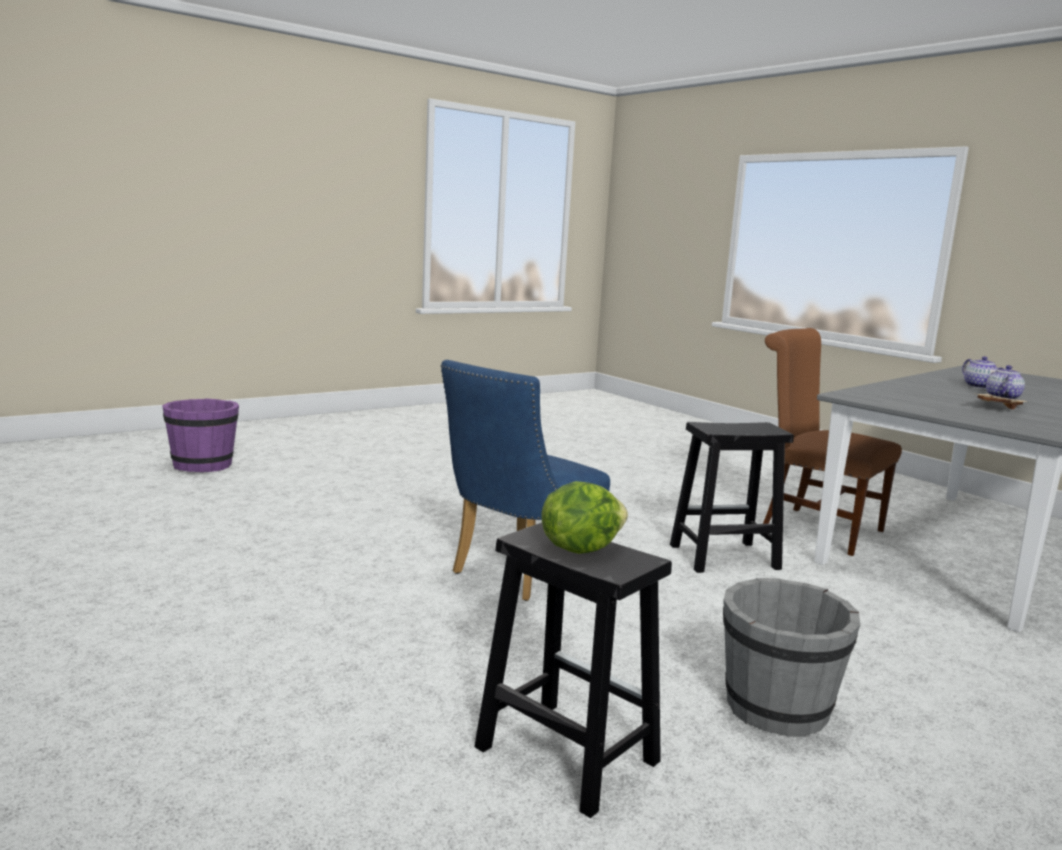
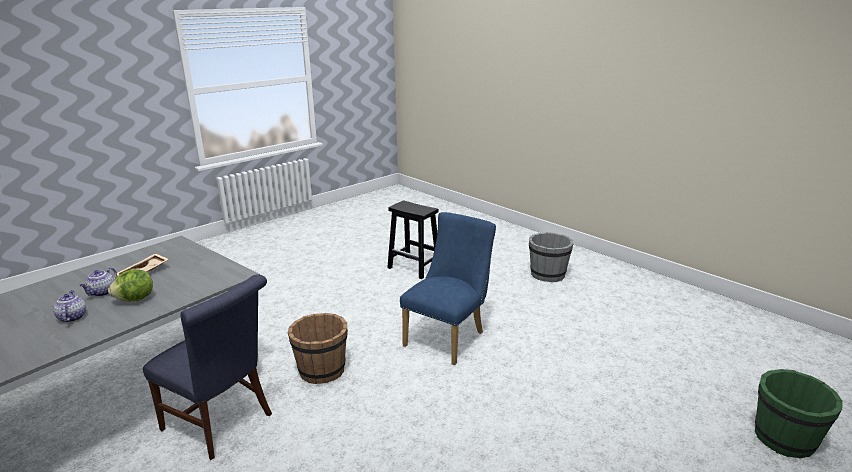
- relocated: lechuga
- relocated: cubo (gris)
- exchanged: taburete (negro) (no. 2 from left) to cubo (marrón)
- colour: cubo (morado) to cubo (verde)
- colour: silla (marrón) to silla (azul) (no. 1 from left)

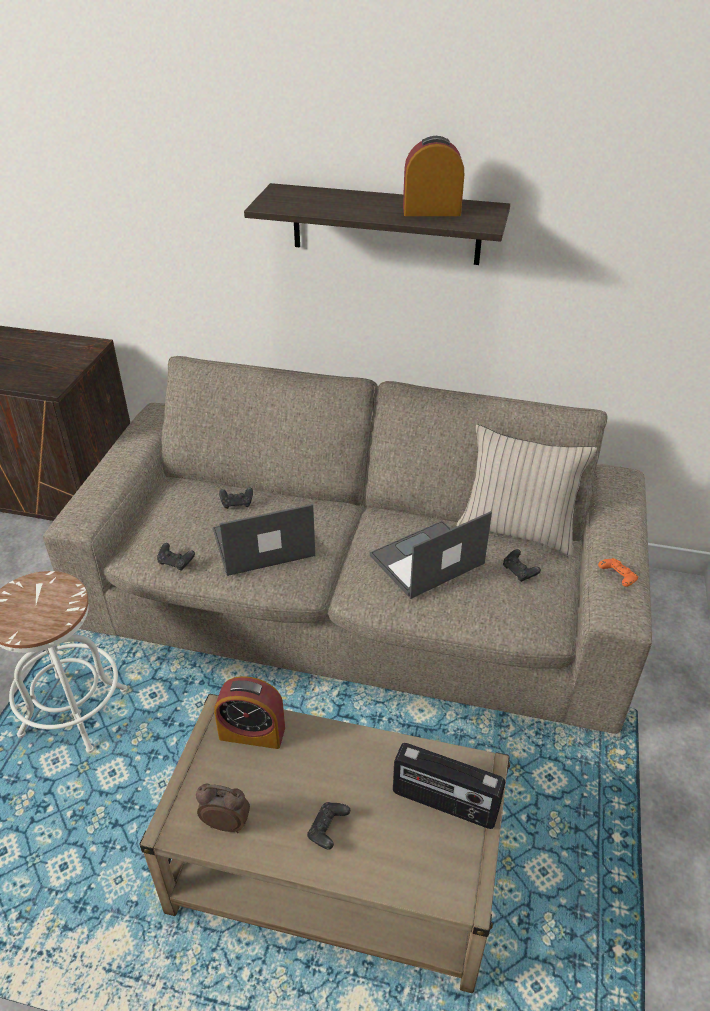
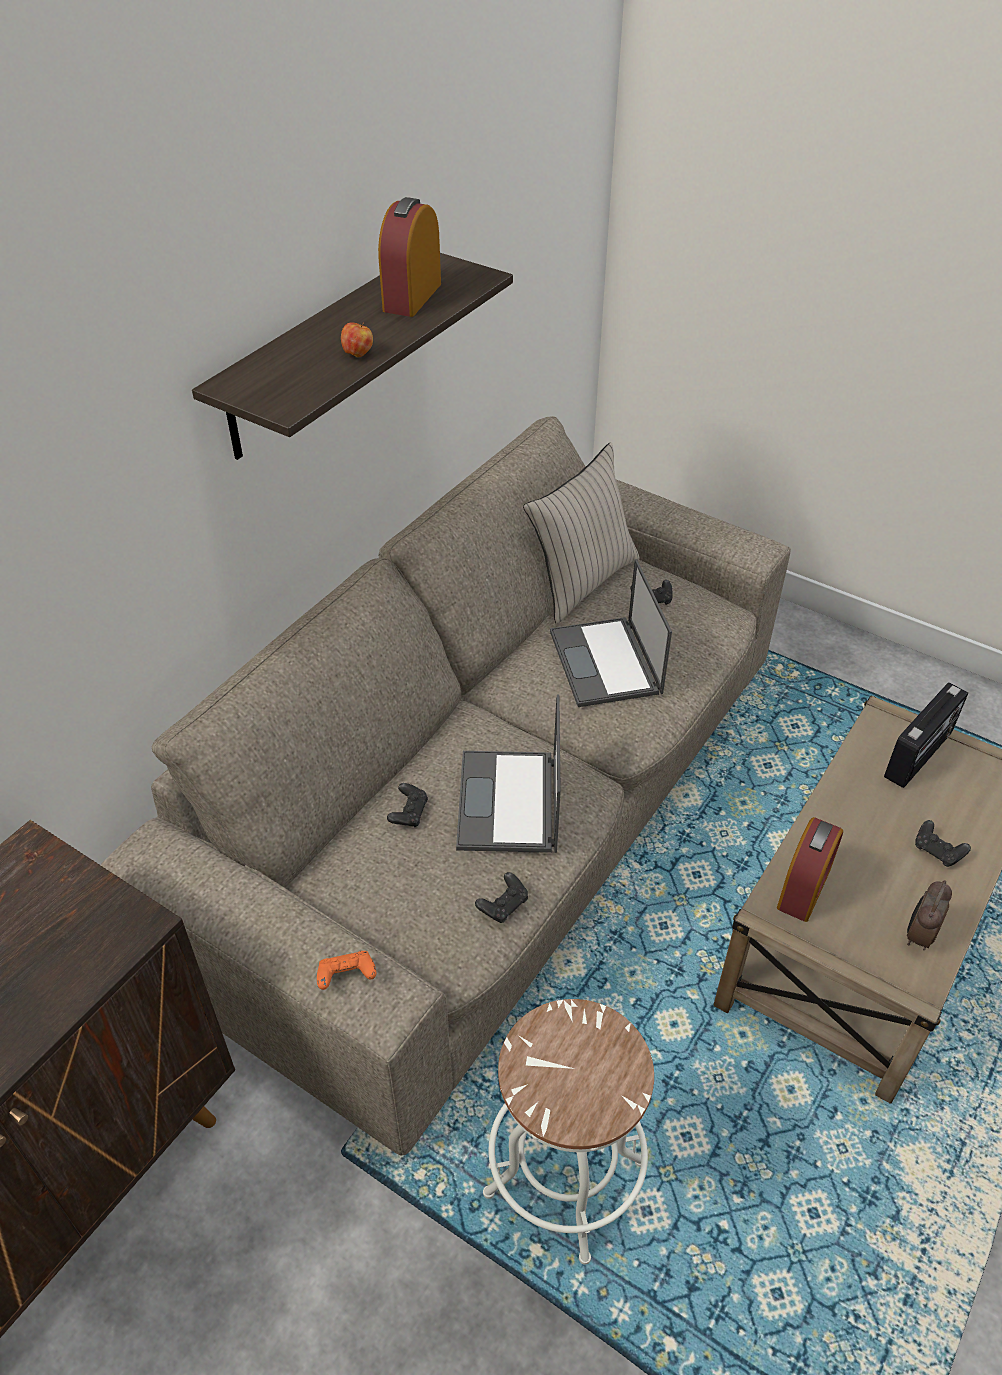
- appeared: manzana
- relocated: mando de consola (naranja)

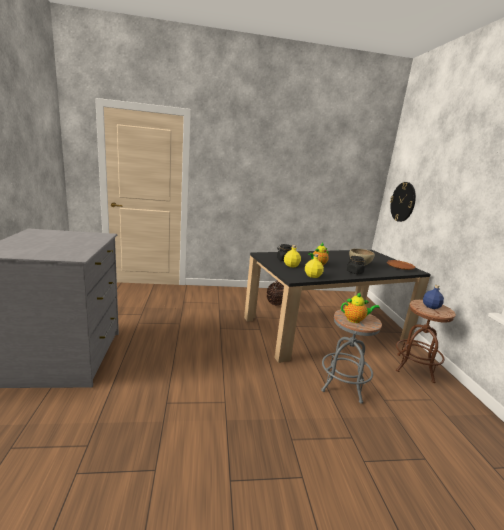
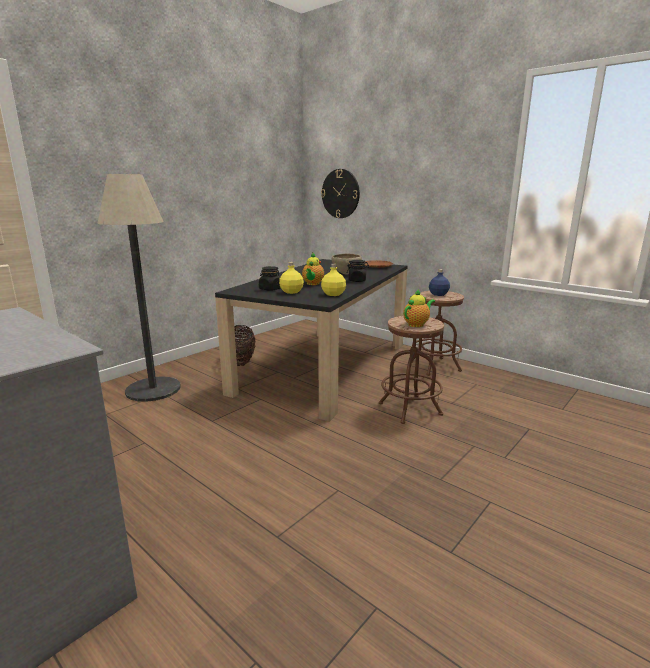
- appeared: lámpara de pie
- colour: taburete (gris) to taburete (marrón) (no. 1 from left)

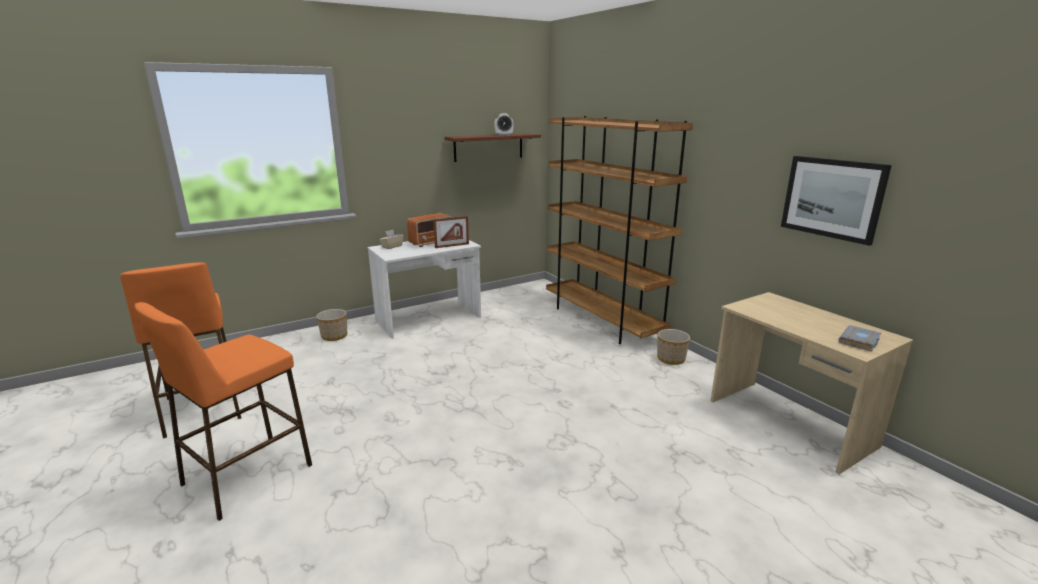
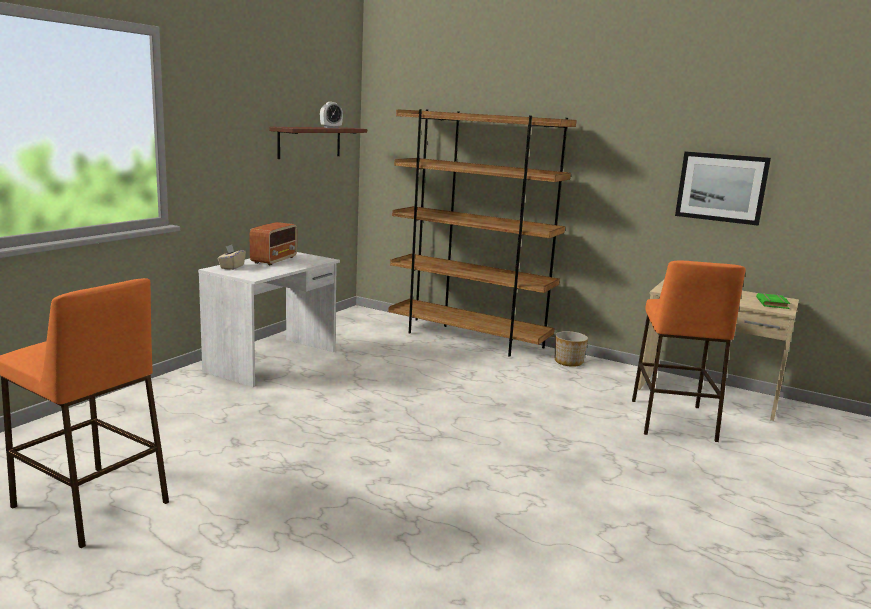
- missing: maceta (no. 1 from left)
- missing: portarretratos
- relocated: taburete (naranja) (no. 2 from left)
- colour: libro (gris) to libro (verde)

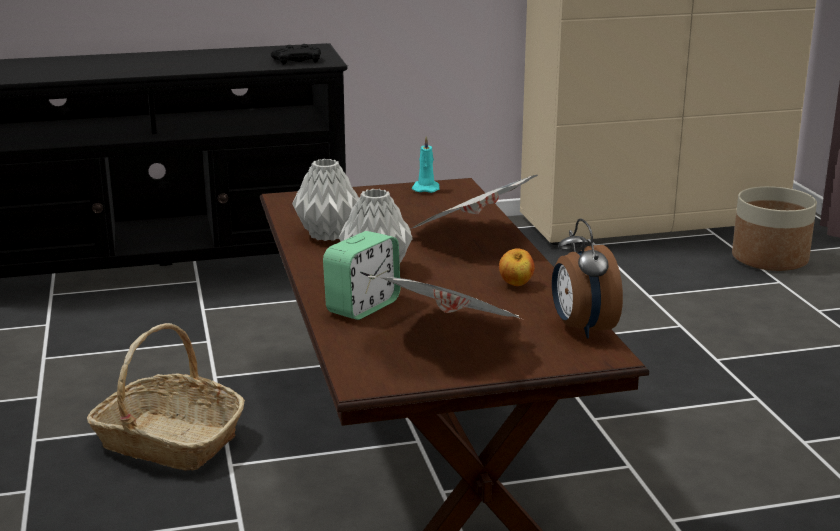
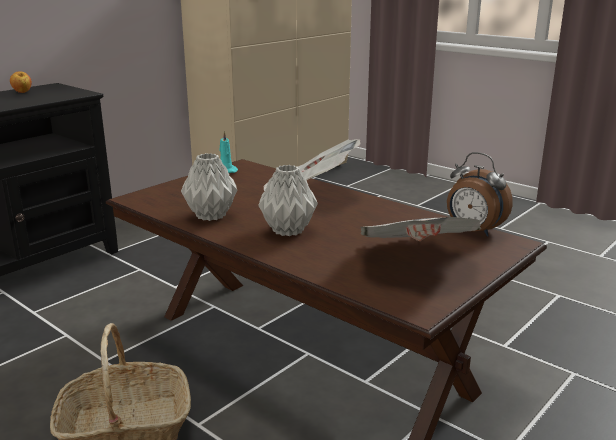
- missing: mando de consola (negro)
- missing: despertador (no. 1 from left)
- missing: maceta
- relocated: manzana

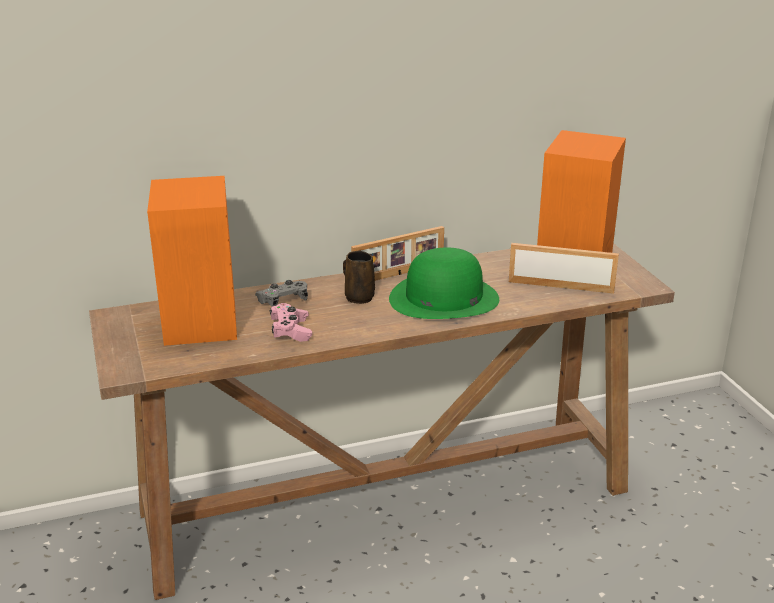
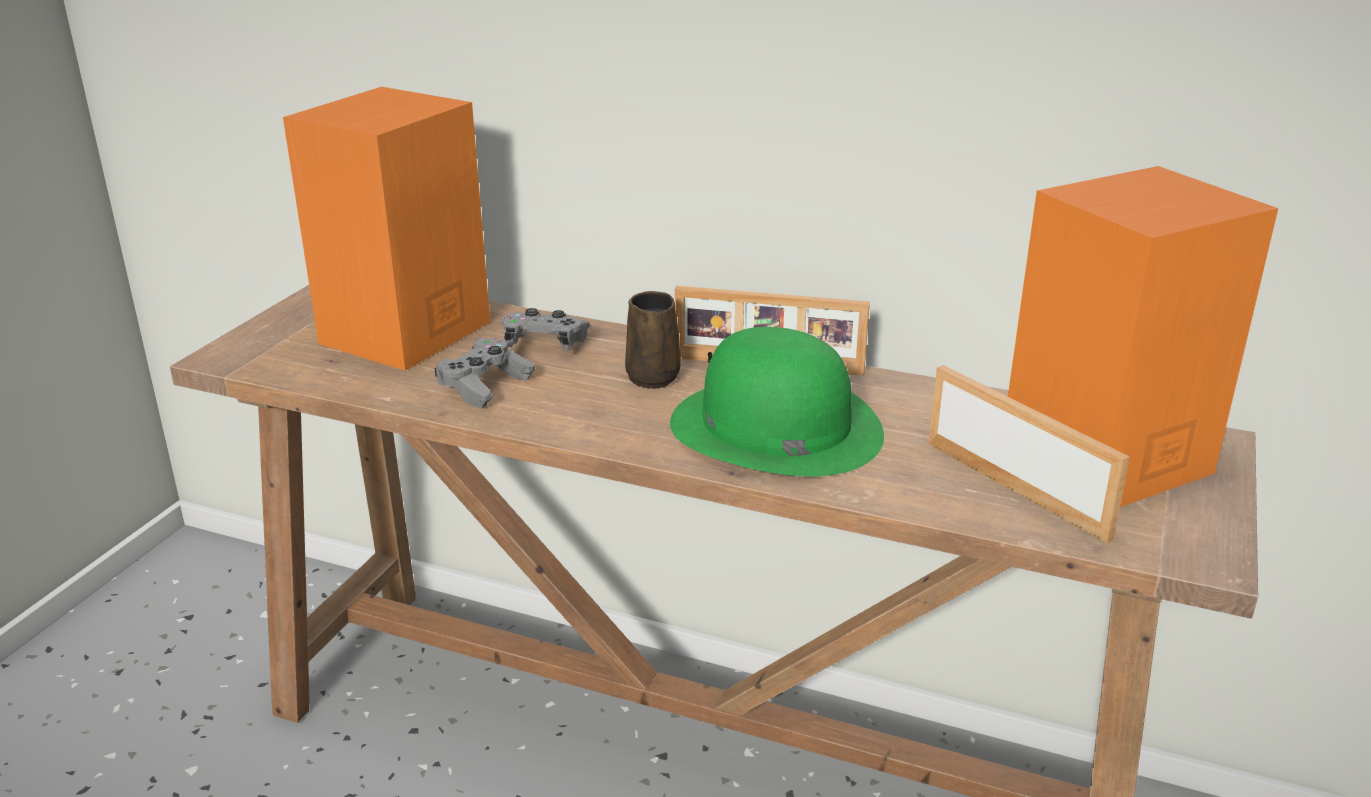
- colour: mando de consola (rosa) to mando de consola (gris) (no. 1 from left)

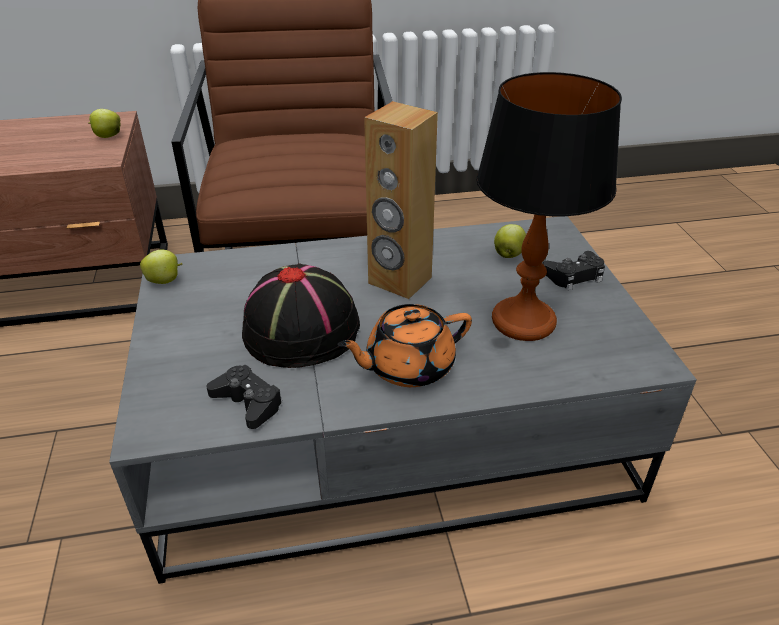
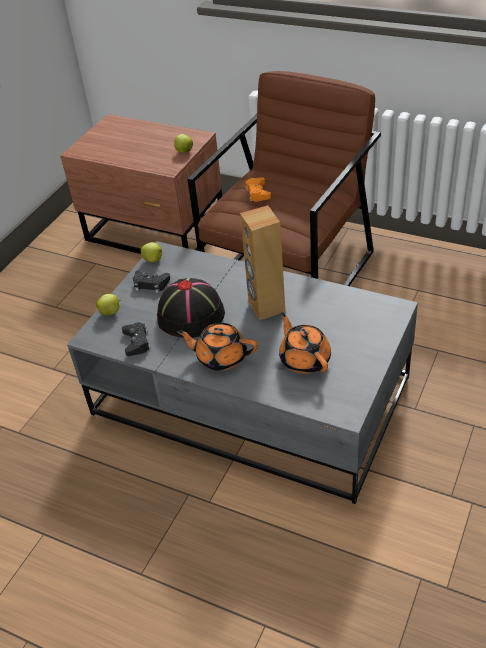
- appeared: mando de consola (naranja)
- relocated: manzana (no. 3 from left in the first image) to manzana (no. 1 from left)
- relocated: mando de consola (negro) (no. 2 from left)
- exchanged: lámpara de mesa to tetera (naranja) (no. 2 from left)

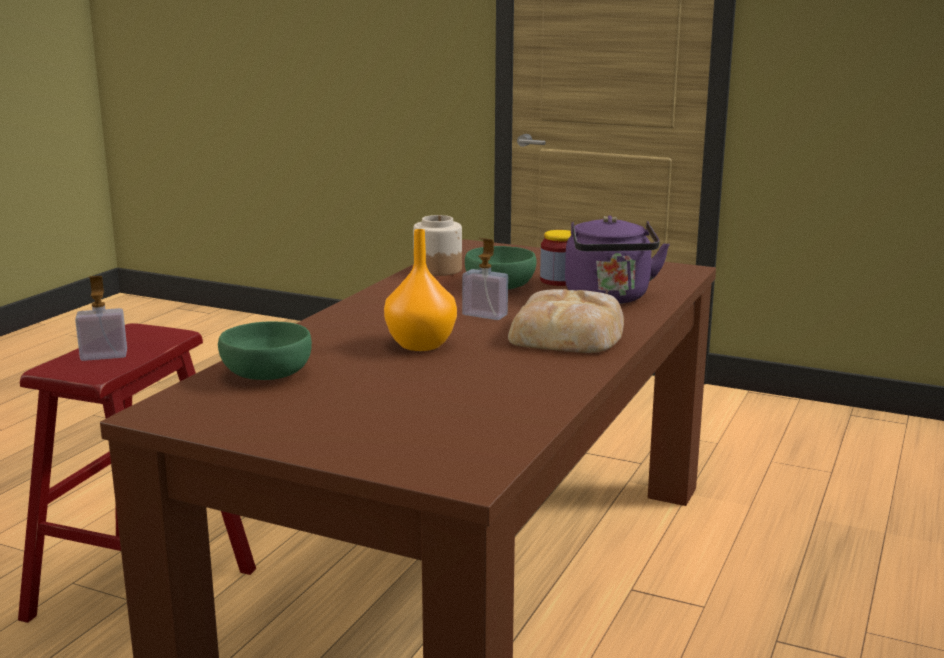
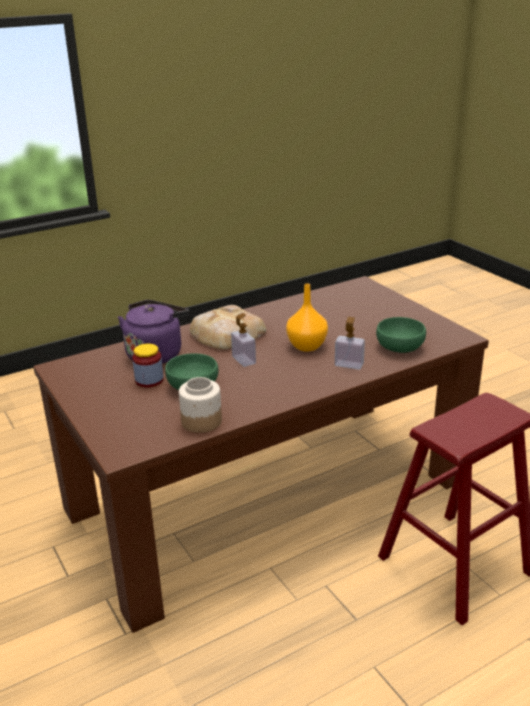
- relocated: dispensador de jabón (no. 1 from left in the first image) to dispensador de jabón (no. 2 from left)

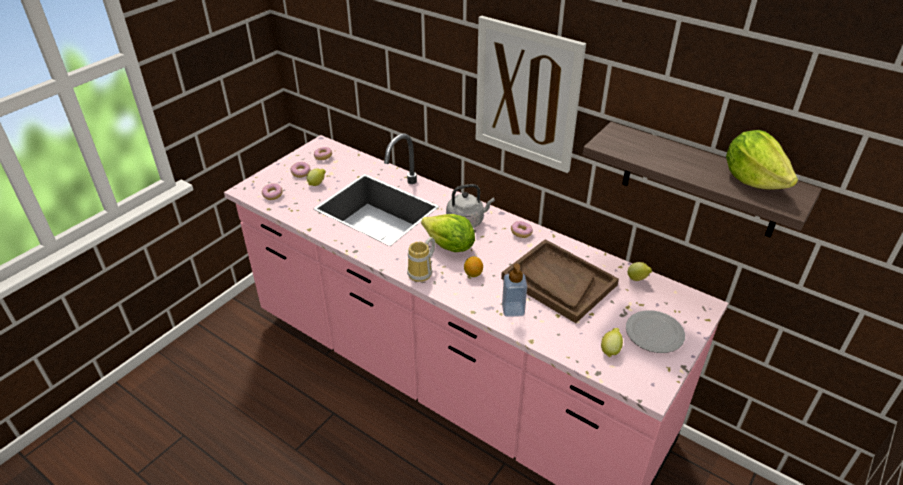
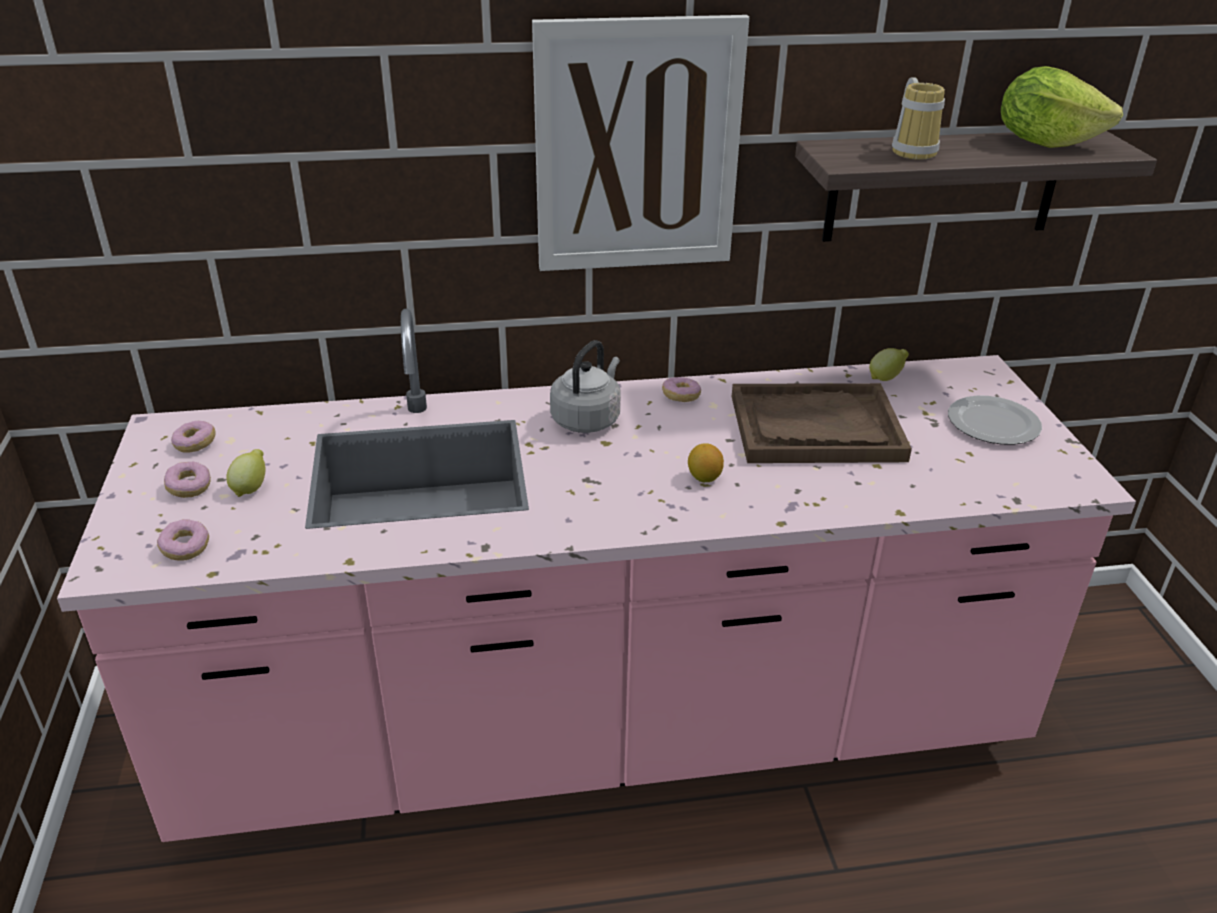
- missing: lechuga (no. 1 from left)
- missing: dispensador de jabón
- missing: limón (no. 3 from left)
- relocated: taza grande

